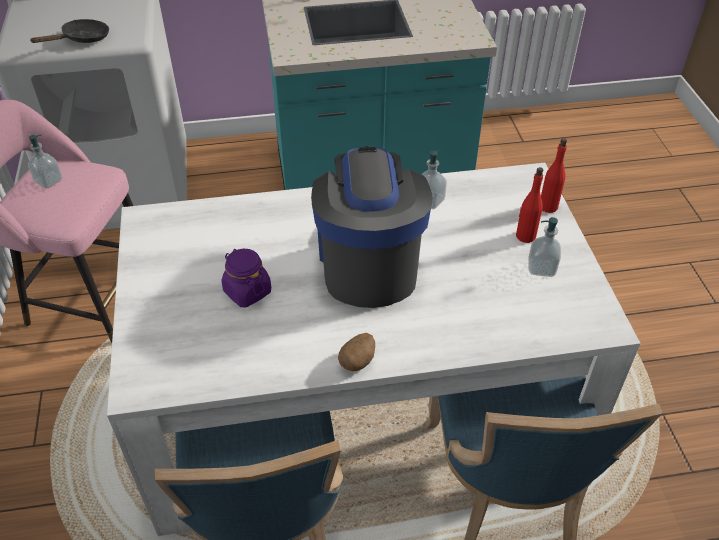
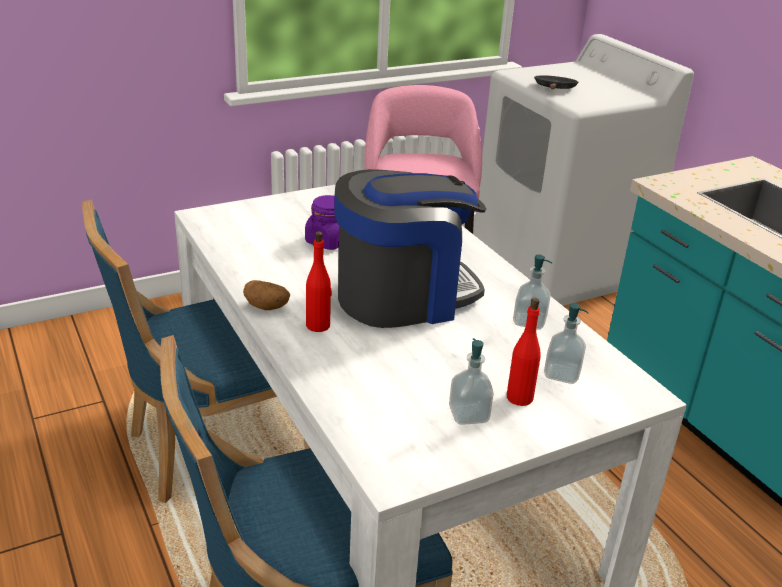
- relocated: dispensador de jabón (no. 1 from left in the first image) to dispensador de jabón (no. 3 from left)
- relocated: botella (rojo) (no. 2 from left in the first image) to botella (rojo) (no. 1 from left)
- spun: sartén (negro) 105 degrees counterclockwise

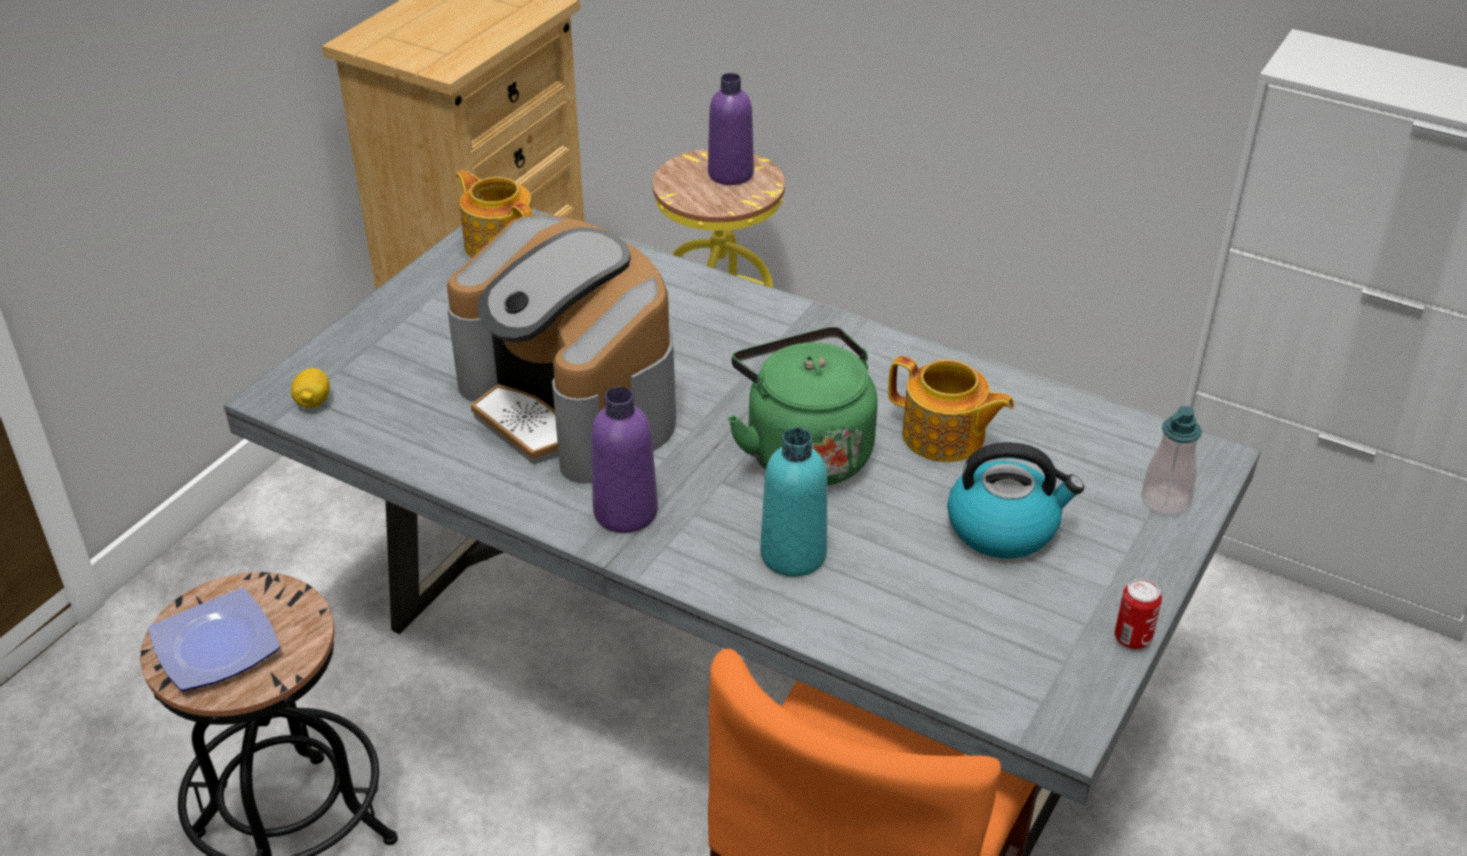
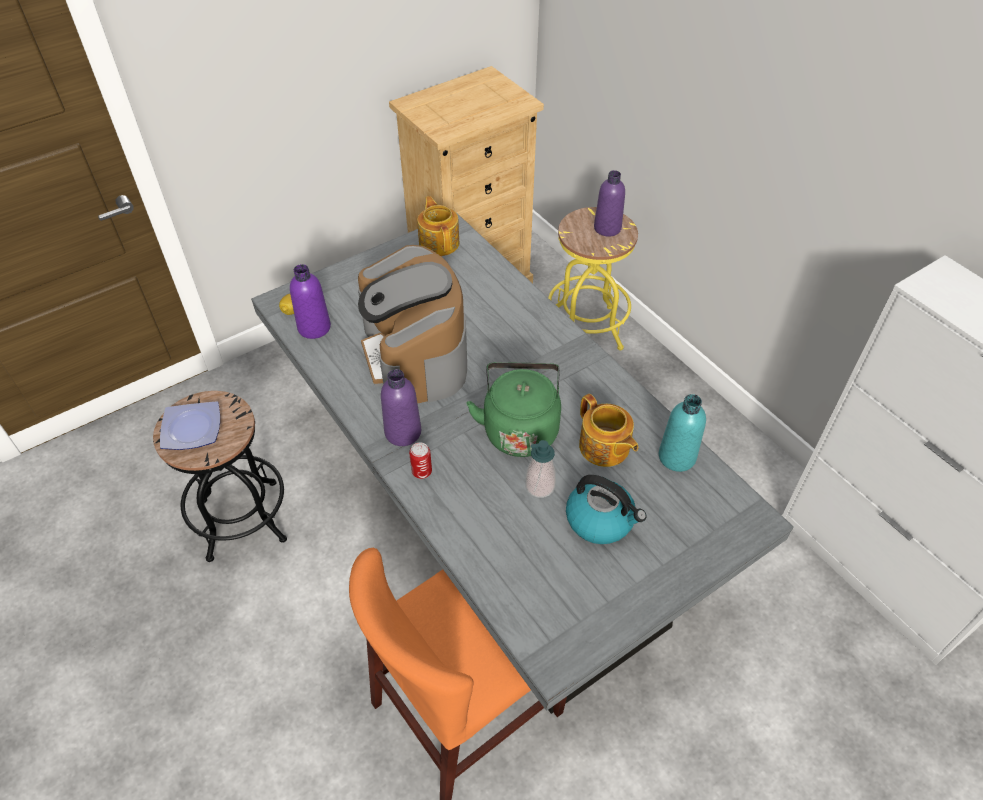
- appeared: botella (morado) (no. 1 from left)
- relocated: botella (turquesa)
- relocated: lata
- relocated: dispensador de jabón

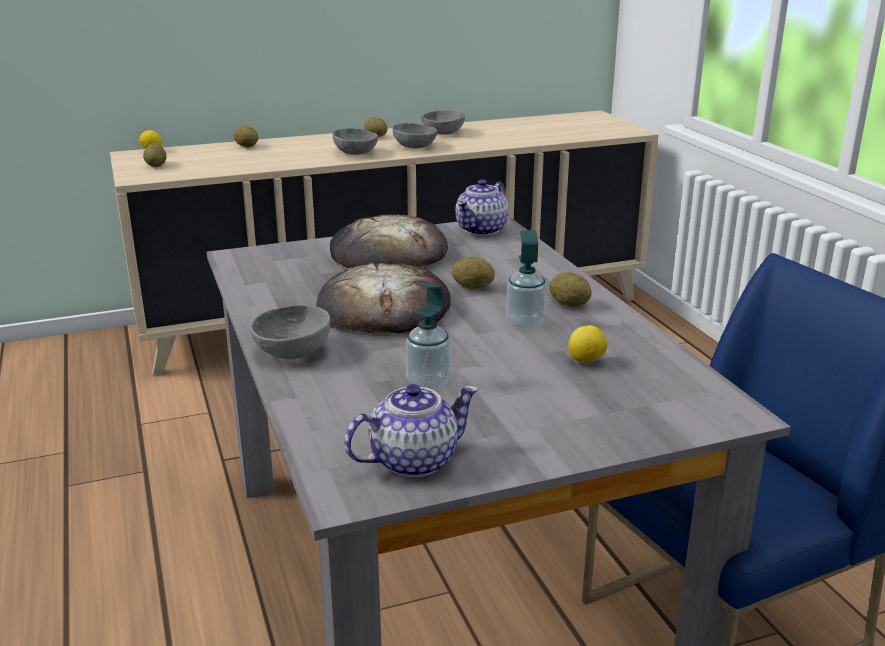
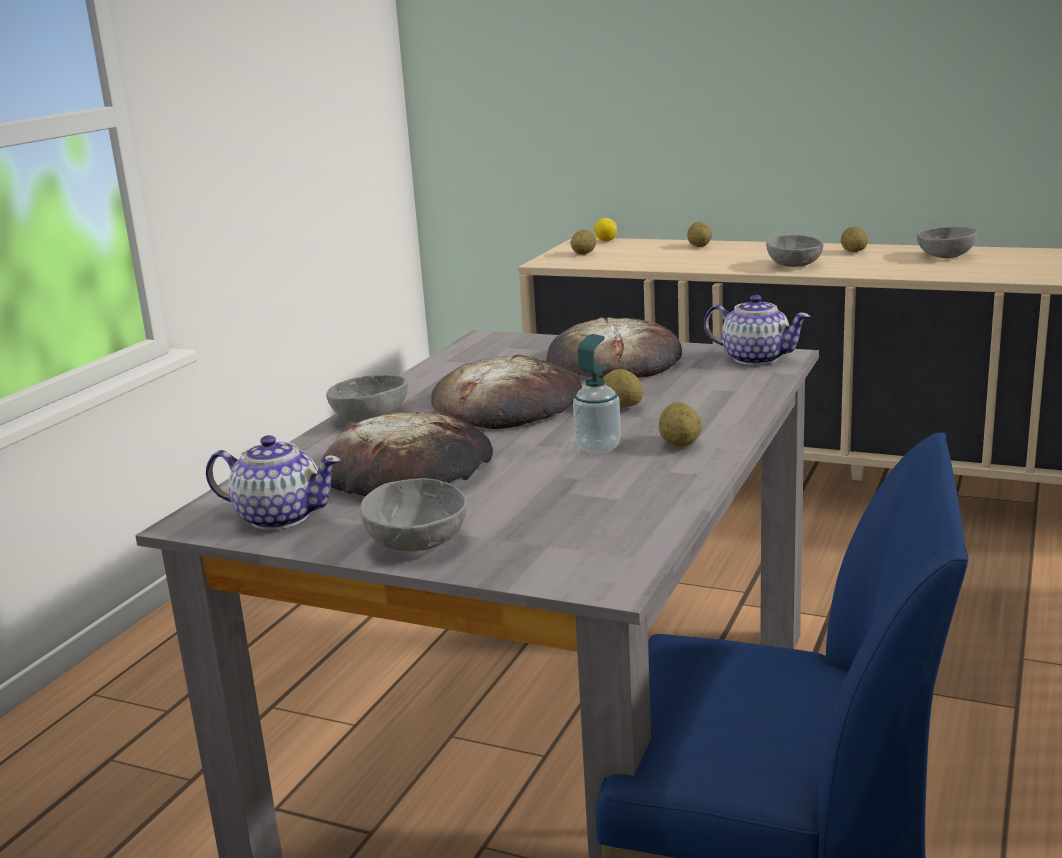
- missing: limón (no. 2 from left)
- relocated: cuenco (gris) (no. 3 from left in the first image) to cuenco (gris) (no. 2 from left)
- exchanged: dispensador de jabón (no. 1 from left) to pan (no. 1 from left)
- spun: tetera (no. 2 from left) 135 degrees counterclockwise

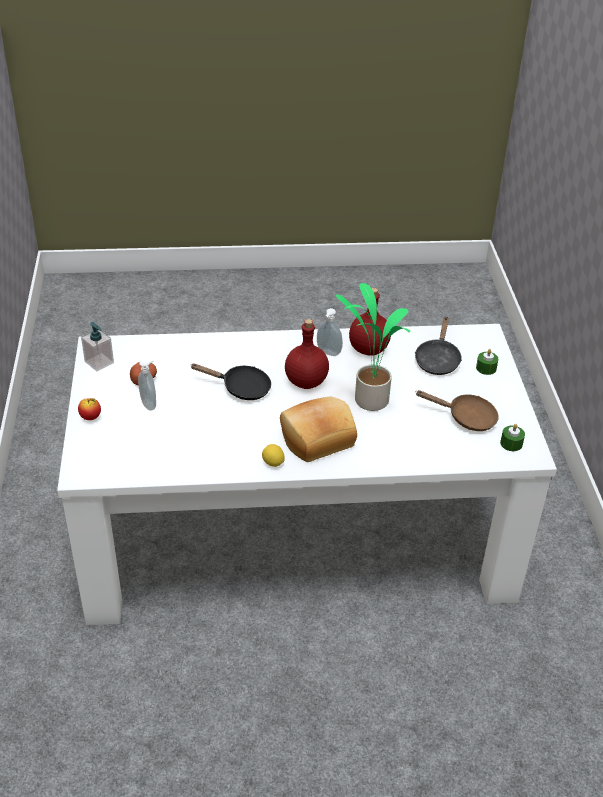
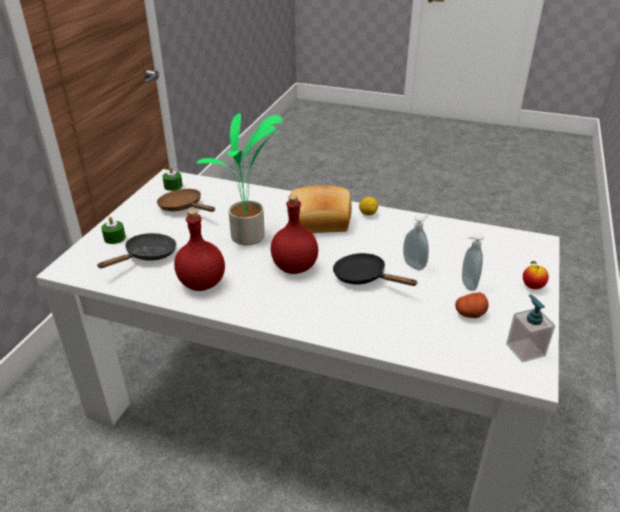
- relocated: dispensador de jabón (no. 3 from left in the first image) to dispensador de jabón (no. 1 from left)

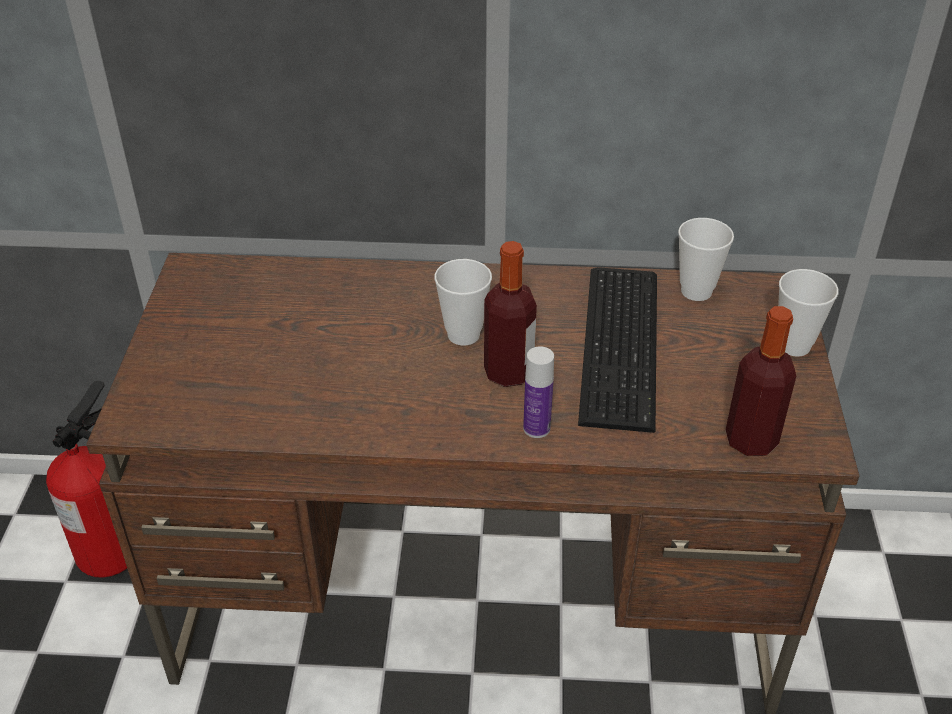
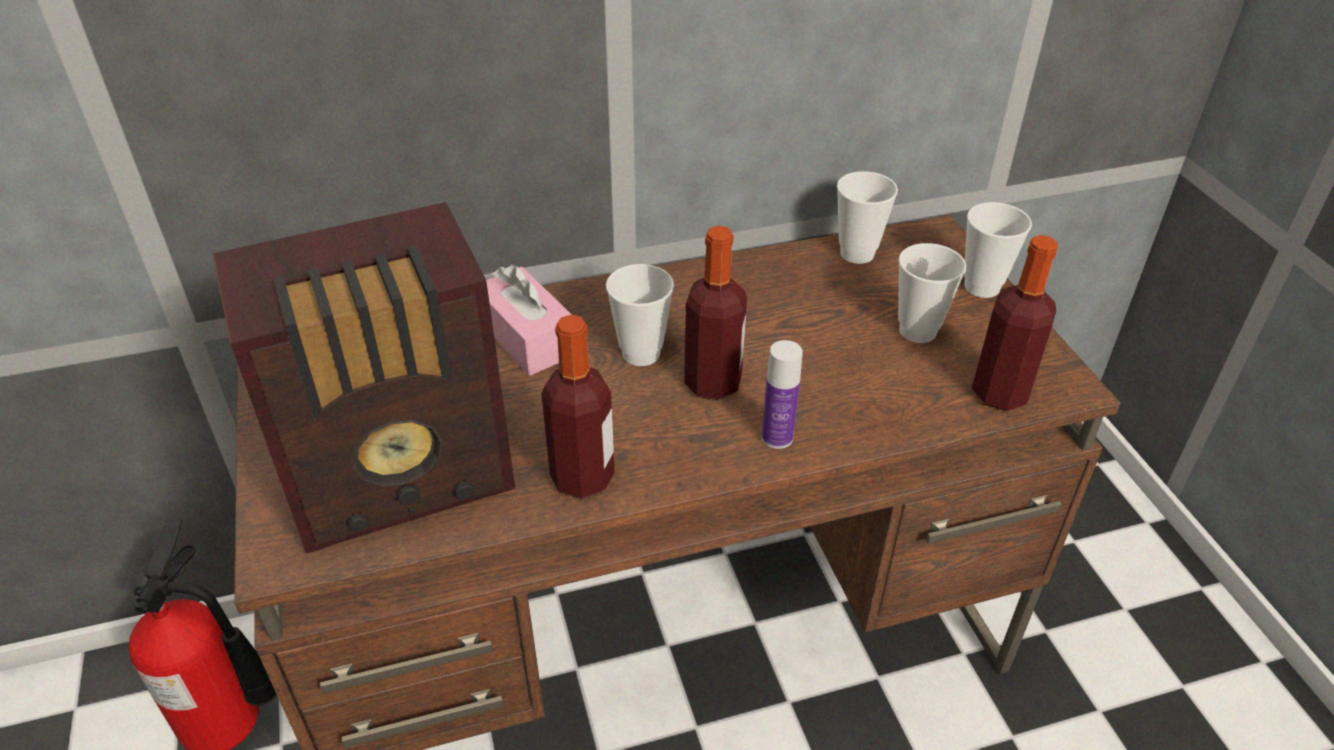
- missing: teclado
- appeared: radio
- appeared: caja de pañuelos (rosa)
- appeared: botella (no. 1 from left)
- appeared: taza (no. 3 from left)

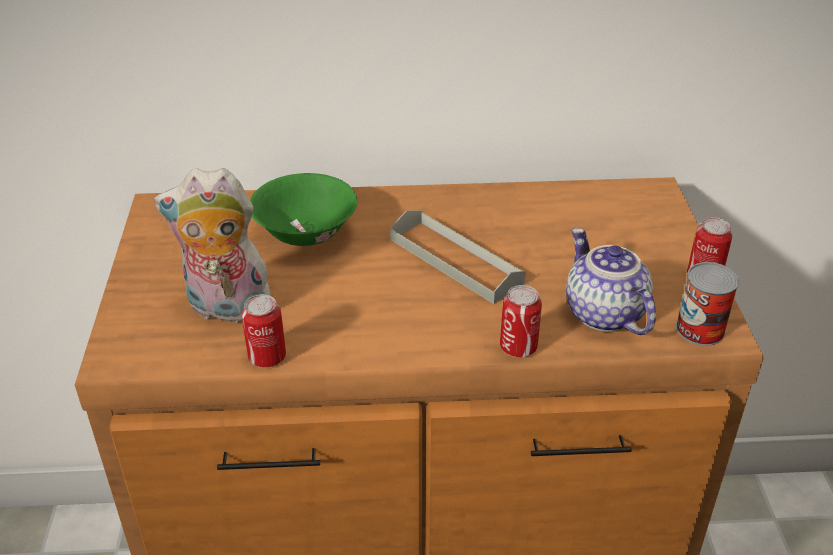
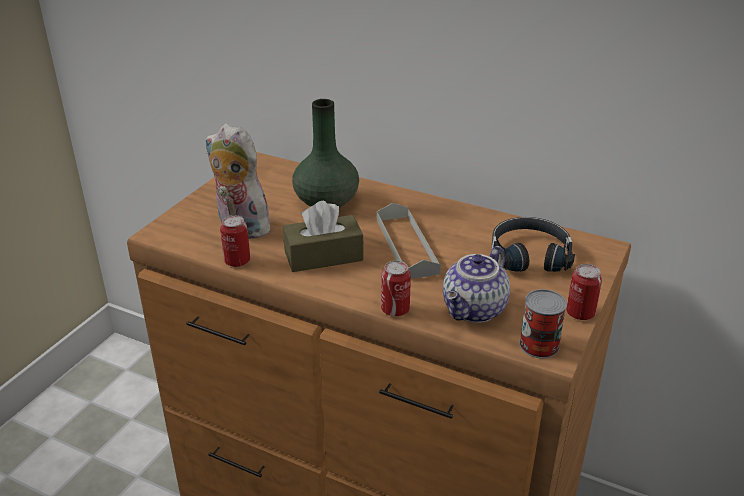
- appeared: caja de pañuelos (marrón)
- appeared: auriculares (negro)
- exchanged: cuenco (verde) to florero (verde)
- spun: tetera 150 degrees counterclockwise

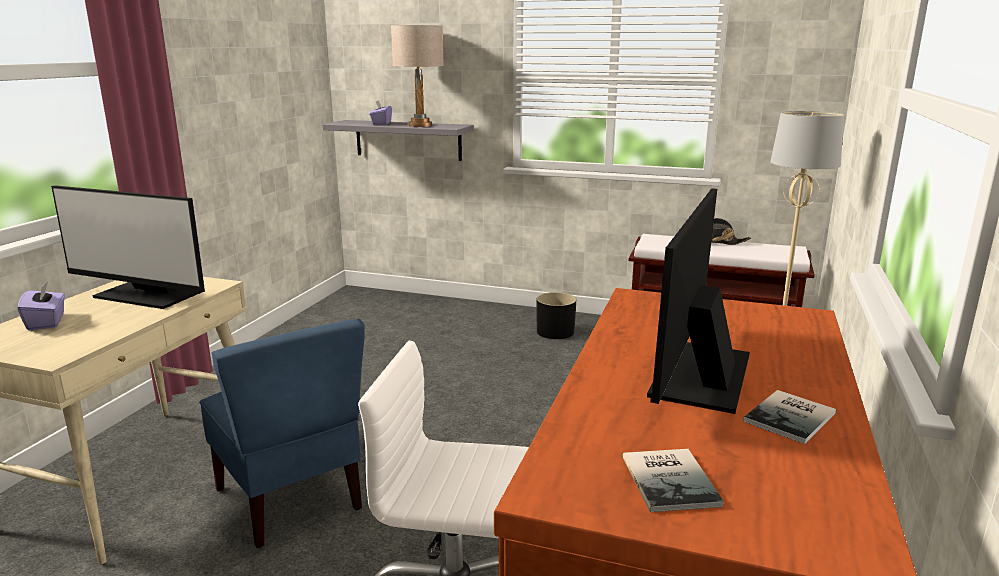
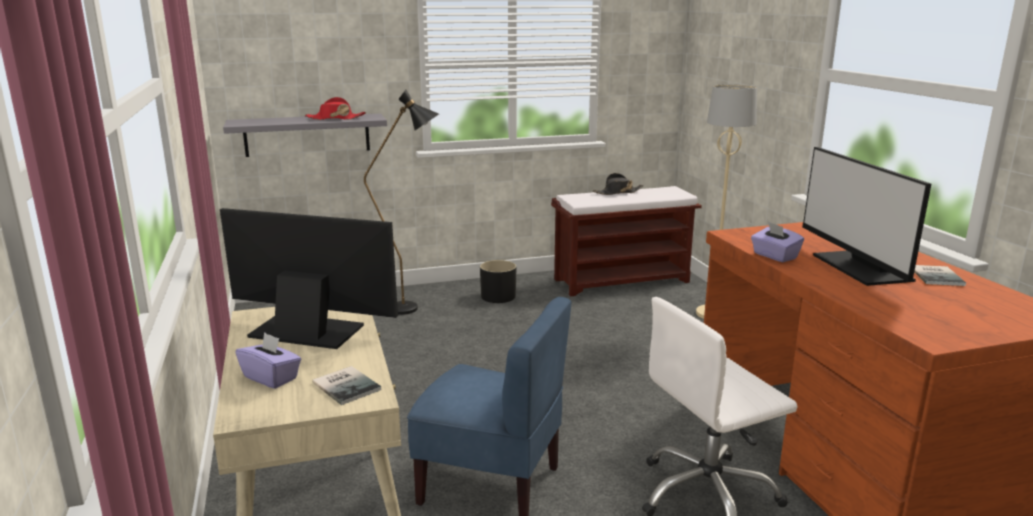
- appeared: lámpara de pie (negro)
- relocated: caja de pañuelos (morado) (no. 2 from left)
- relocated: libro (no. 1 from left)
- exchanged: lámpara de mesa (beis) to sombrero (rojo)
- spun: monitor (no. 1 from left) 150 degrees counterclockwise

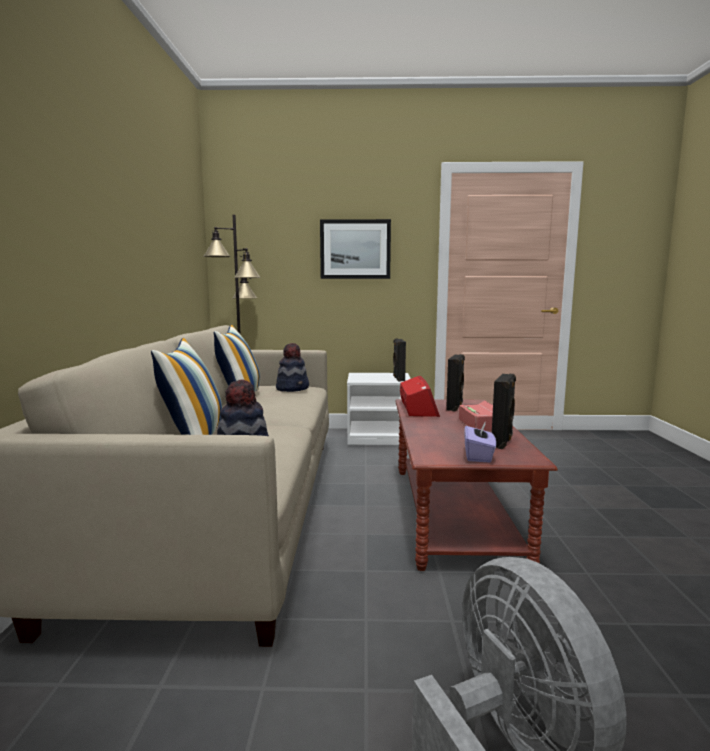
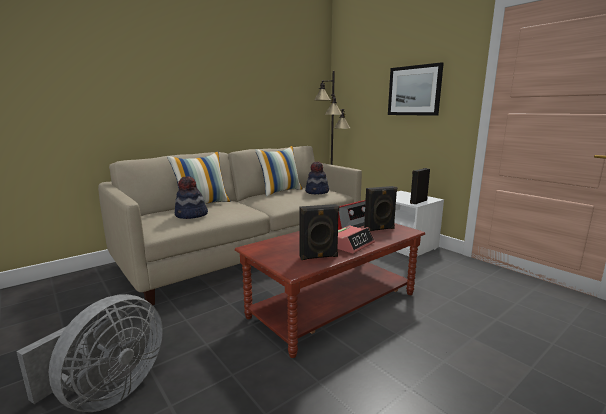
- missing: caja de pañuelos (morado)

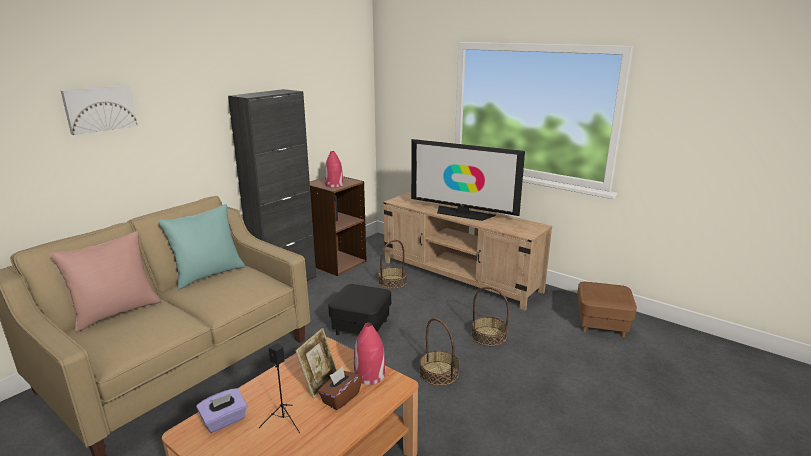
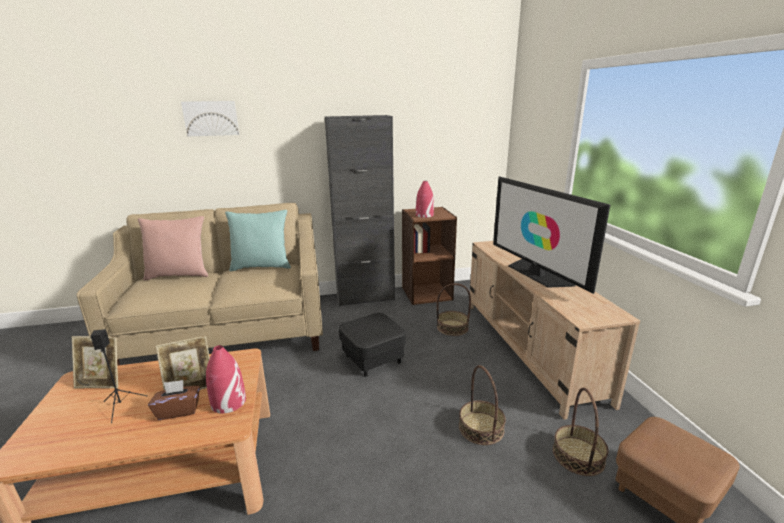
- relocated: cesta (no. 2 from left in the first image) to cesta (no. 3 from left)
- exchanged: caja de pañuelos (morado) to portarretratos (no. 1 from left)

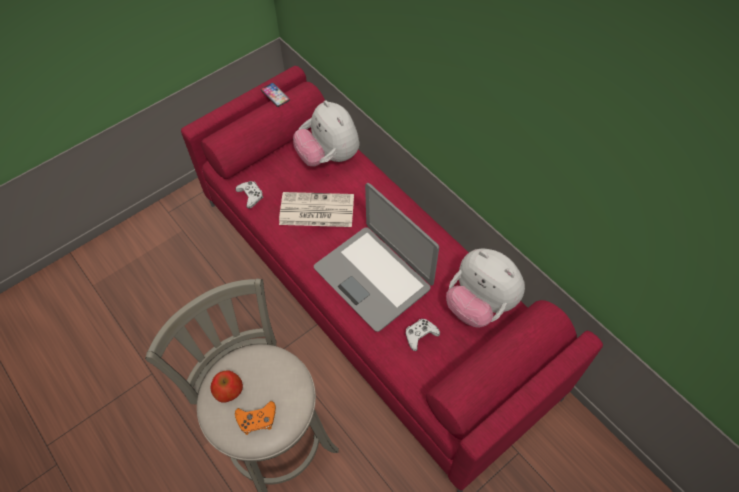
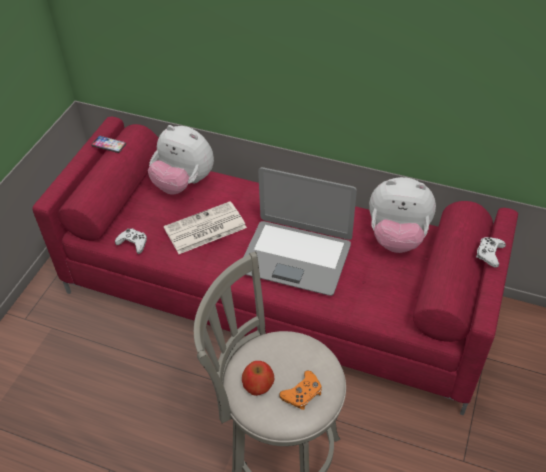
- relocated: mando de consola (blanco) (no. 2 from left)

